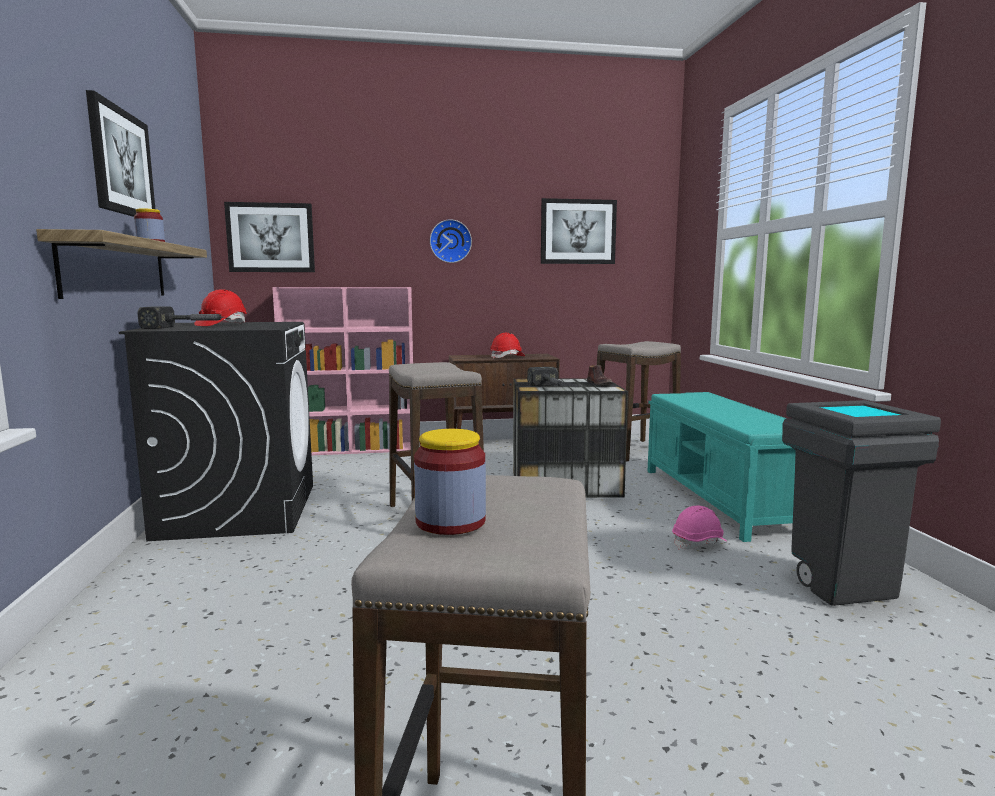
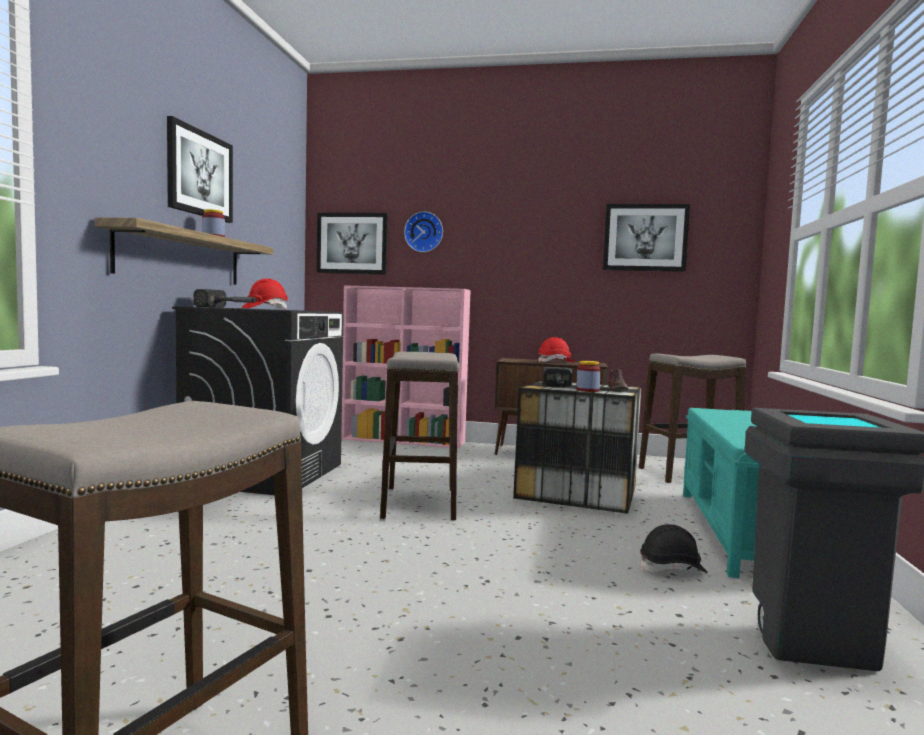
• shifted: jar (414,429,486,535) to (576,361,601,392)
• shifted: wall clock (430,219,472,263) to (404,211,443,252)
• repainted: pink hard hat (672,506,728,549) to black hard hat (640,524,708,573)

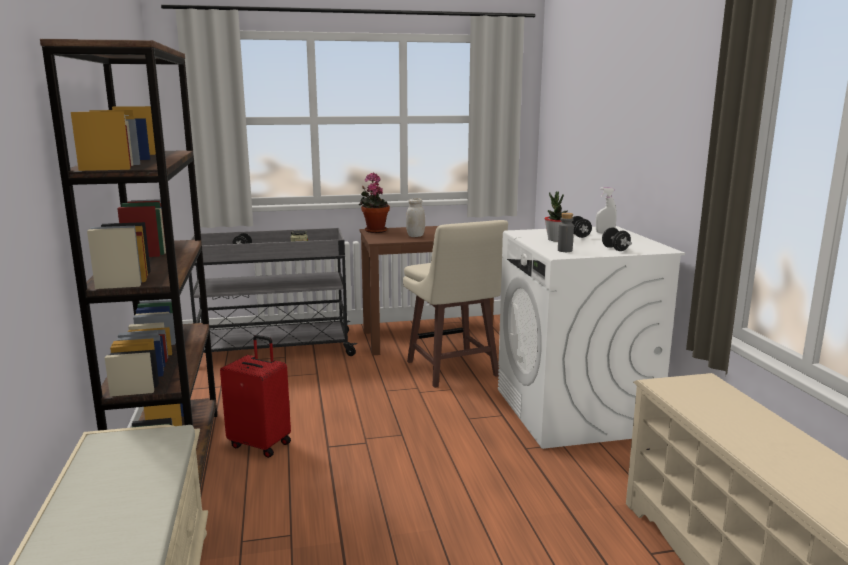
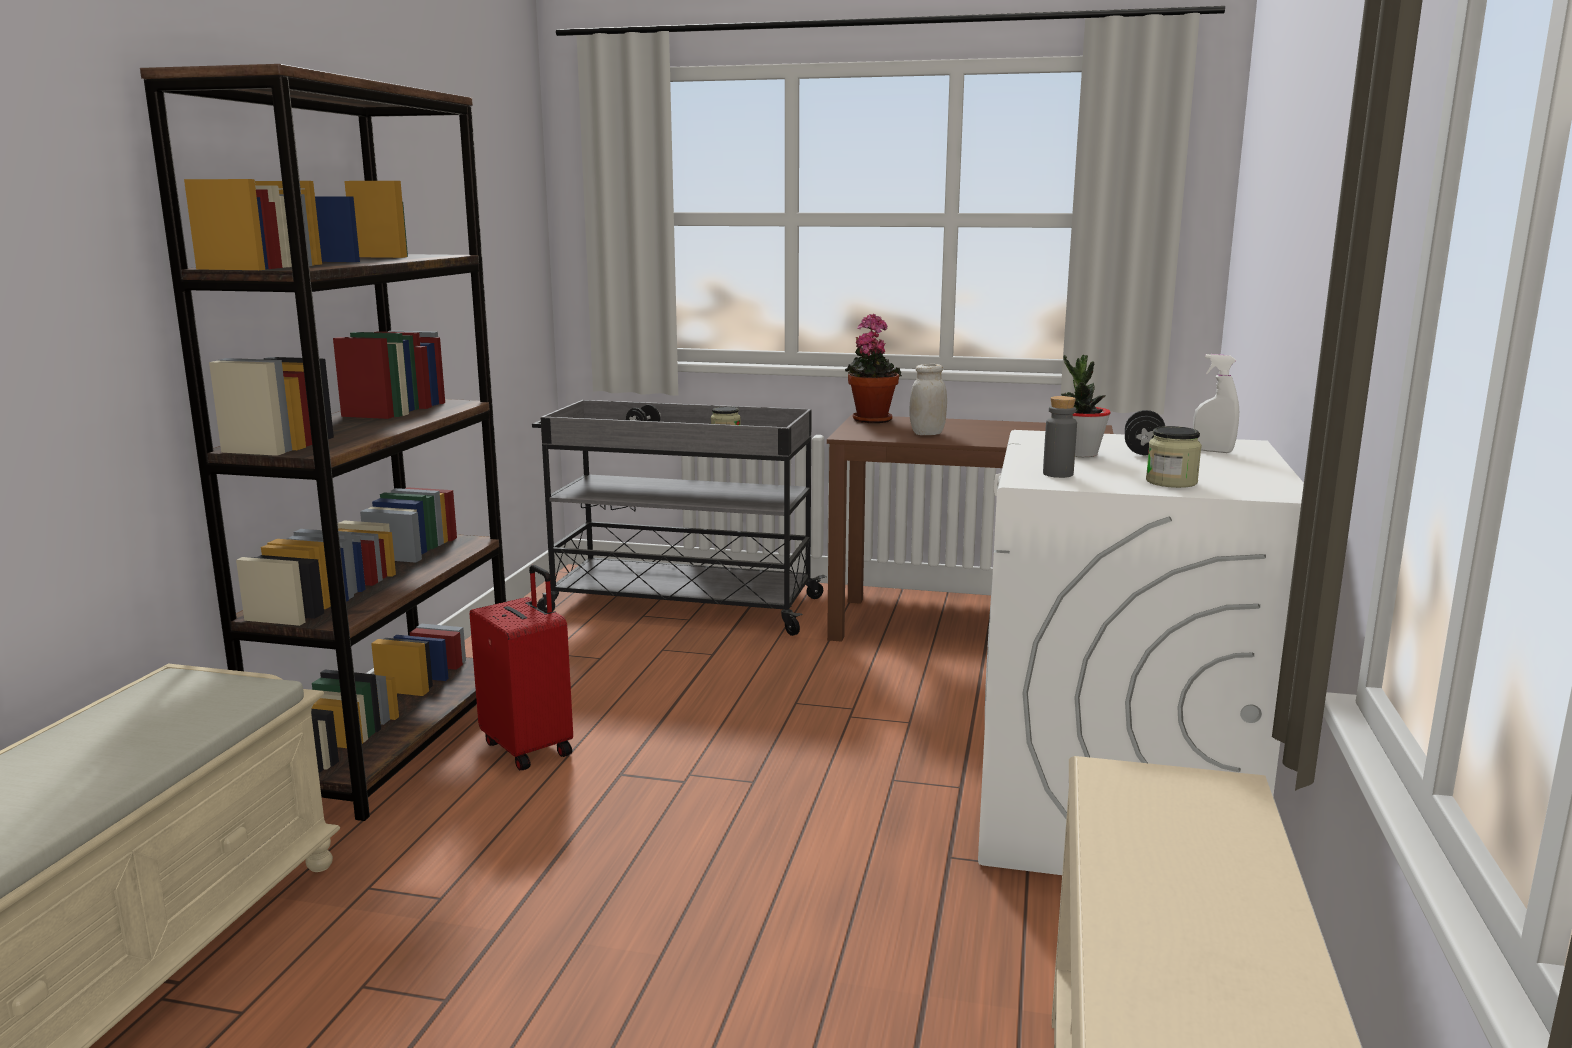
• gone: beige stool (403,220,508,388)
• swapped: black dumbbell (602,227,632,251) to jar (1146,426,1202,488)

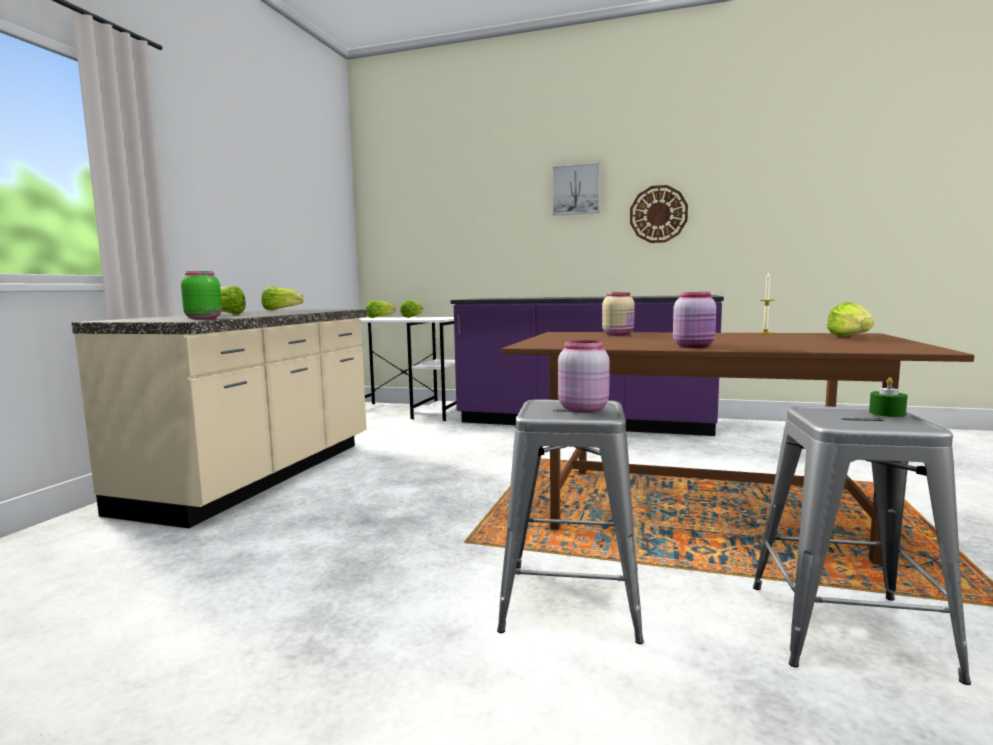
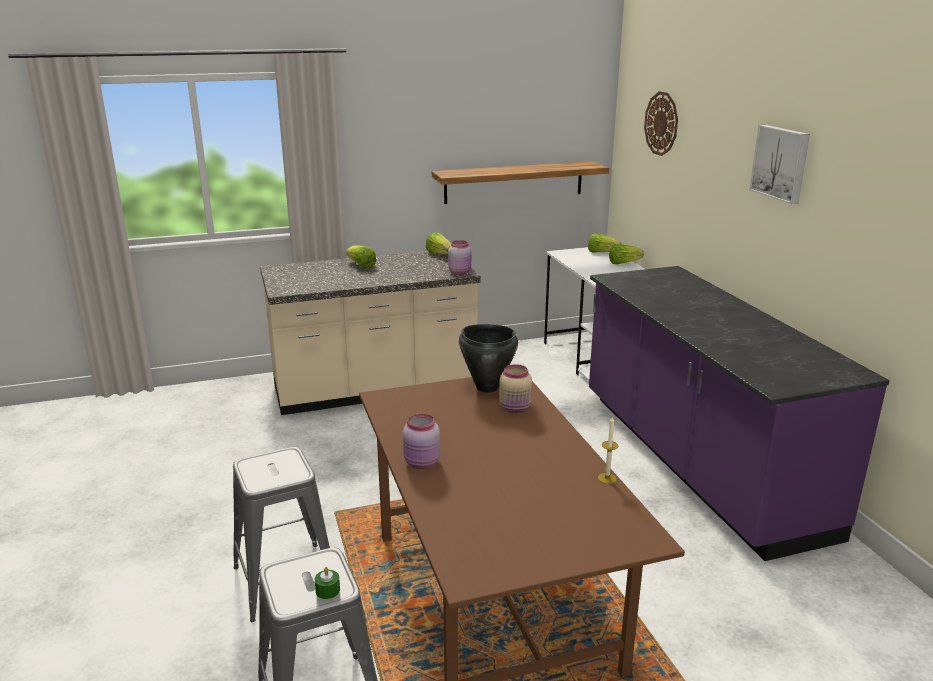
• gone: green jar (181,271,222,319)
• gone: lettuce (827,302,874,337)
• new: shelf (432,161,609,204)
• new: black cooking pot (459,324,518,393)
• shifted: pink jar (558,340,610,413) to (448,240,471,275)
• shifted: wall clock (630,185,688,243) to (644,91,678,156)

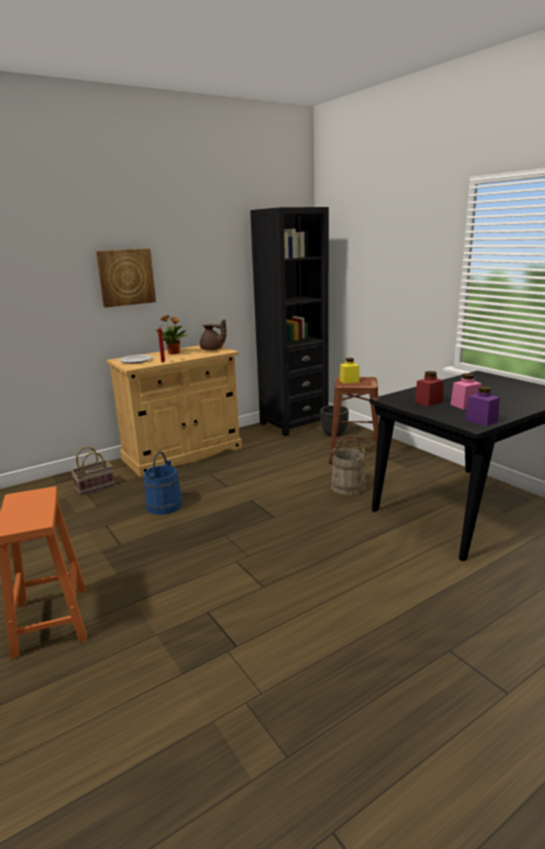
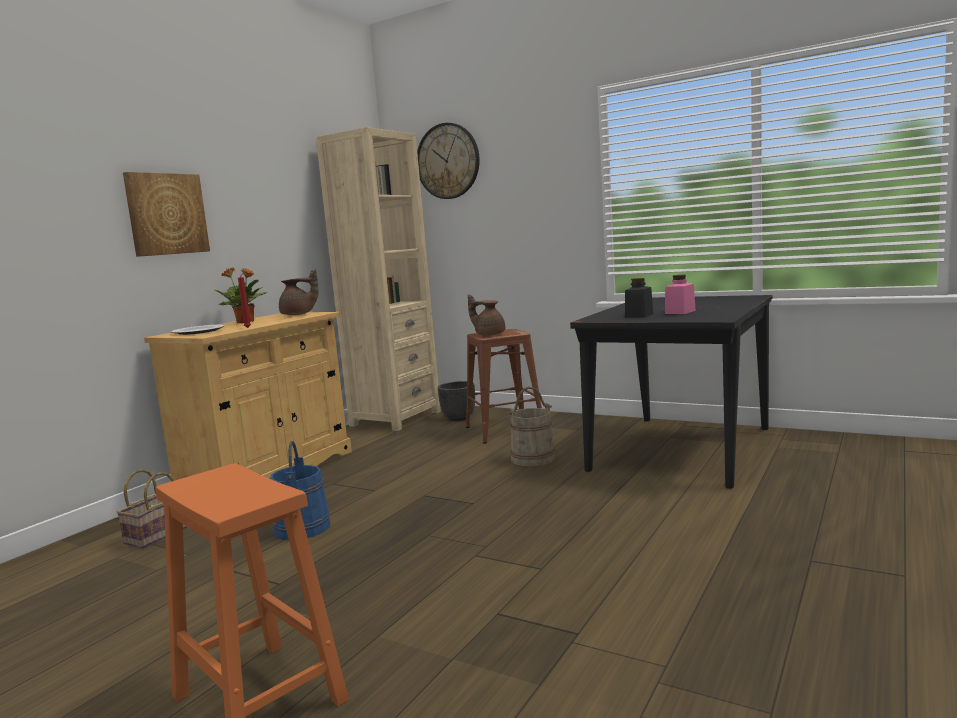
• gone: purple jar (465,386,500,426)
• new: wall clock (417,123,480,199)
• swapped: yellow jar (339,358,360,384) to brown teapot (468,294,506,335)
• repainted: black bookcase (250,207,329,436) to beige bookcase (316,127,441,431)
• repainted: red jar (415,371,444,407) to black jar (625,278,653,318)

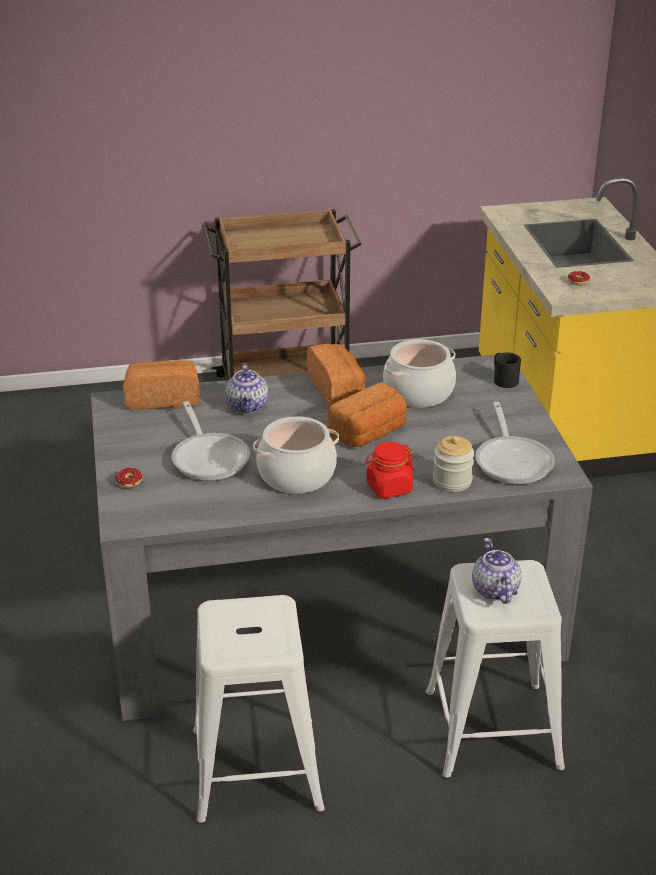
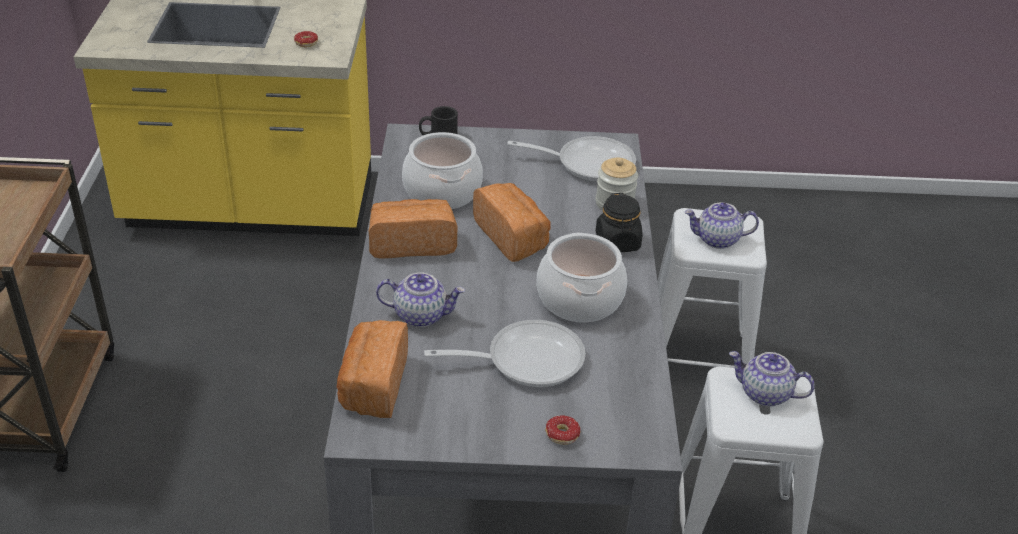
• new: teapot (729,351,815,407)
• repainted: red jar (364,442,415,499) to black jar (596,193,643,252)

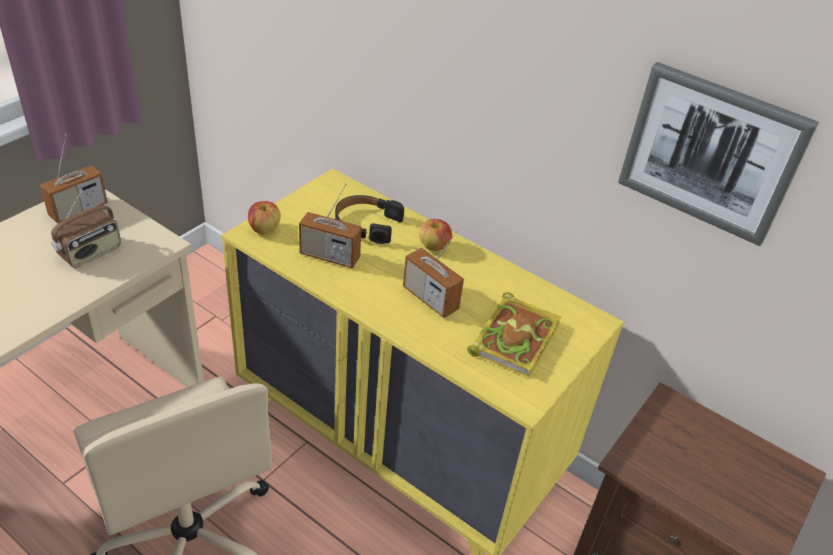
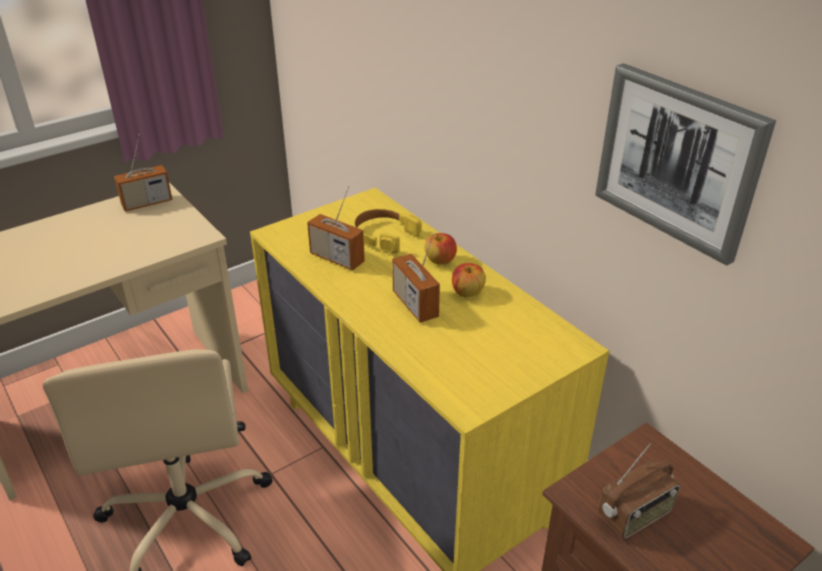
• gone: book (467,292,562,377)
• shifted: radio (51,190,121,268) to (598,444,680,539)
• shifted: apple (248,201,281,234) to (452,263,486,297)
• repainted: black headphones (335,195,404,244) to yellow headphones (354,209,422,253)

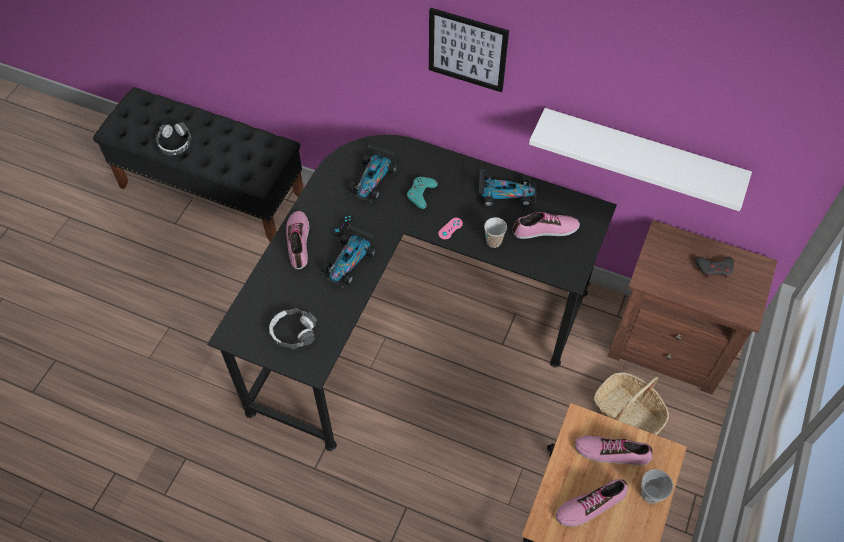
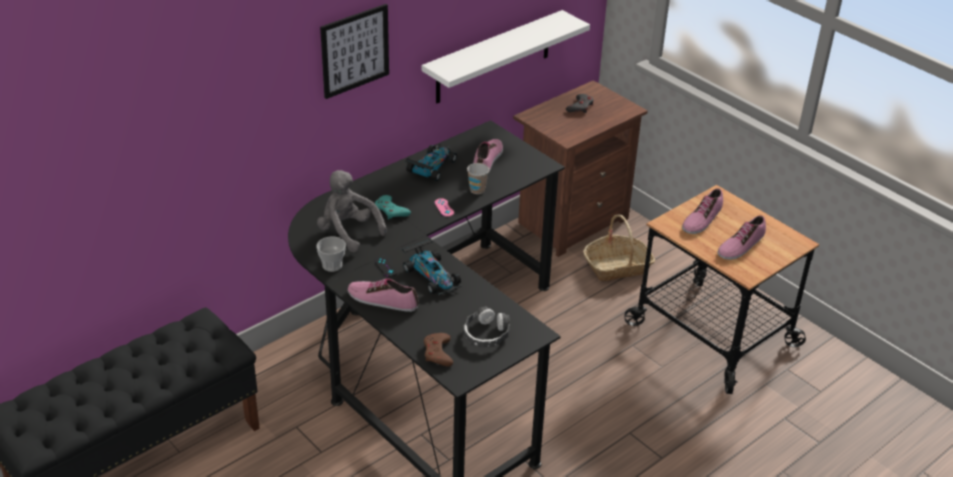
• gone: headphones (155,122,192,156)
• new: brown game controller (424,333,453,367)
• shifted: cup (641,469,673,504) to (316,237,346,272)
• swapped: toy car (349,143,397,203) to grey plush toy (317,170,387,253)
• rotated: shoe (556,479,628,526) = (718,216,766,260) 45 degrees clockwise

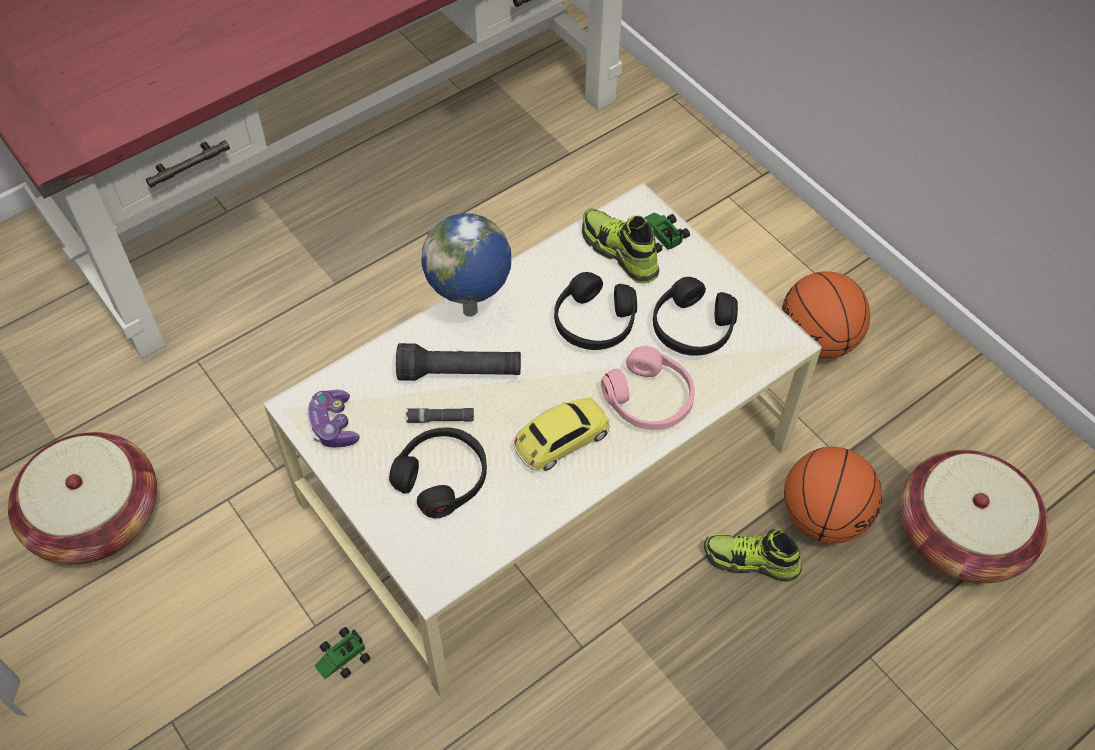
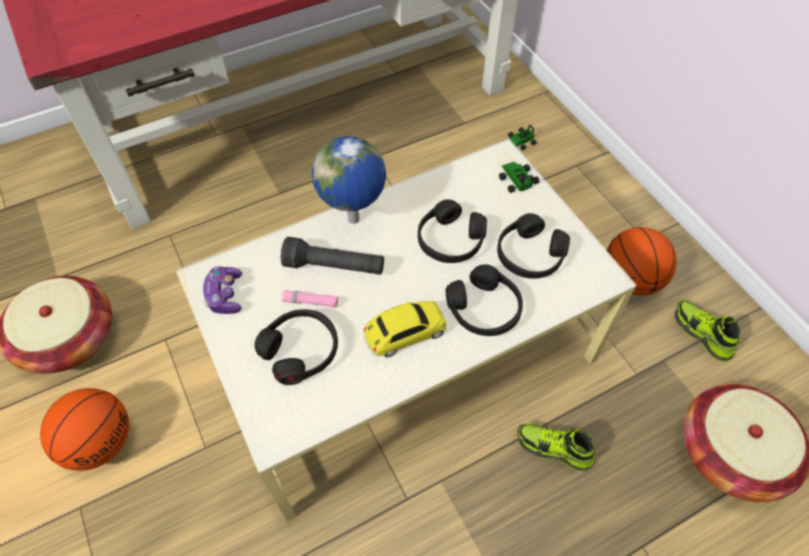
• shifted: toy car (315,627,370,679) to (508,125,537,150)
• shifted: shoe (582,208,659,284) to (674,300,740,362)
• shifted: basketball (784,447,882,544) to (40,388,129,471)
• repainted: black flashlight (406,408,474,423) to pink flashlight (282,290,338,307)
• repainted: pink headphones (601,346,695,430) to black headphones (446,264,523,336)

